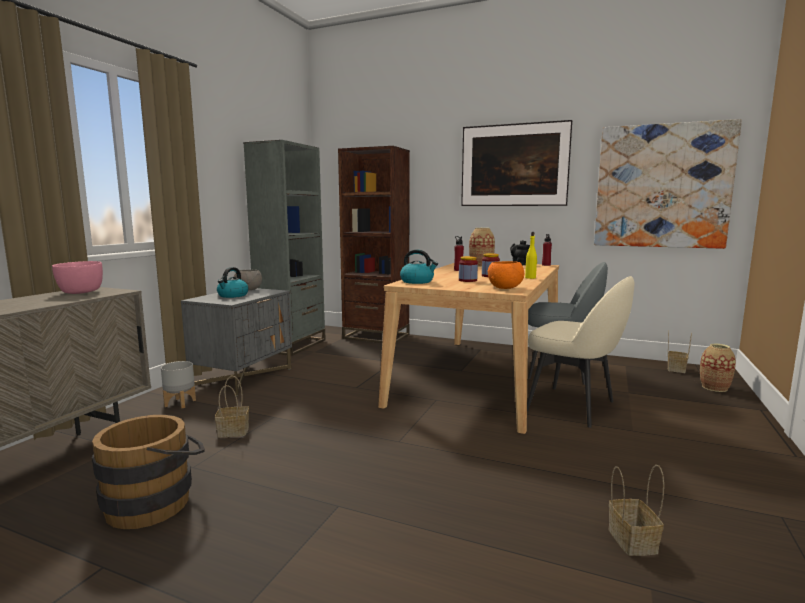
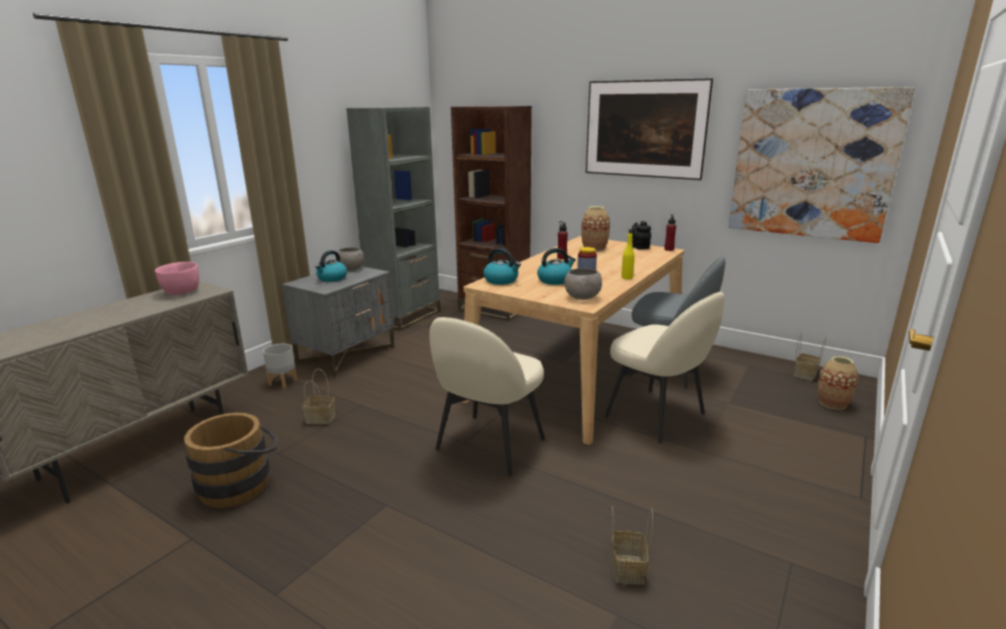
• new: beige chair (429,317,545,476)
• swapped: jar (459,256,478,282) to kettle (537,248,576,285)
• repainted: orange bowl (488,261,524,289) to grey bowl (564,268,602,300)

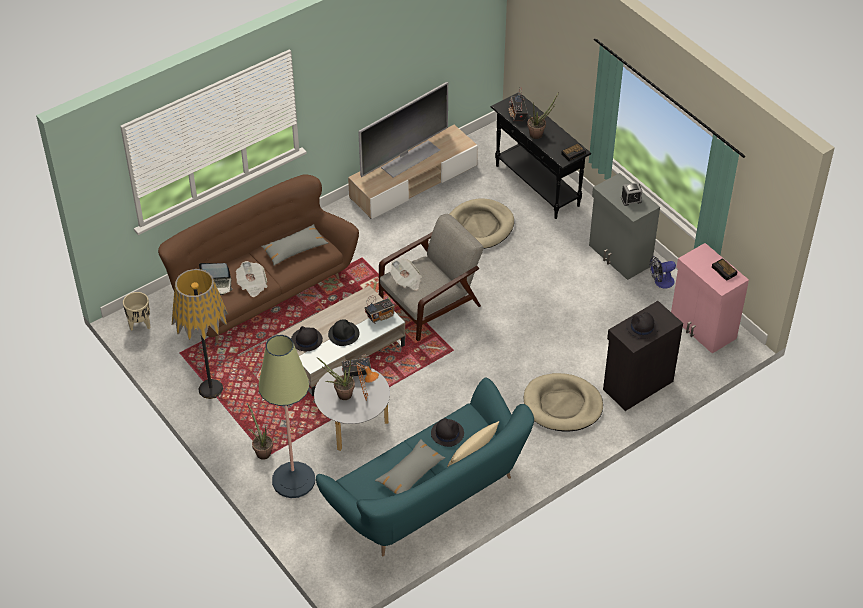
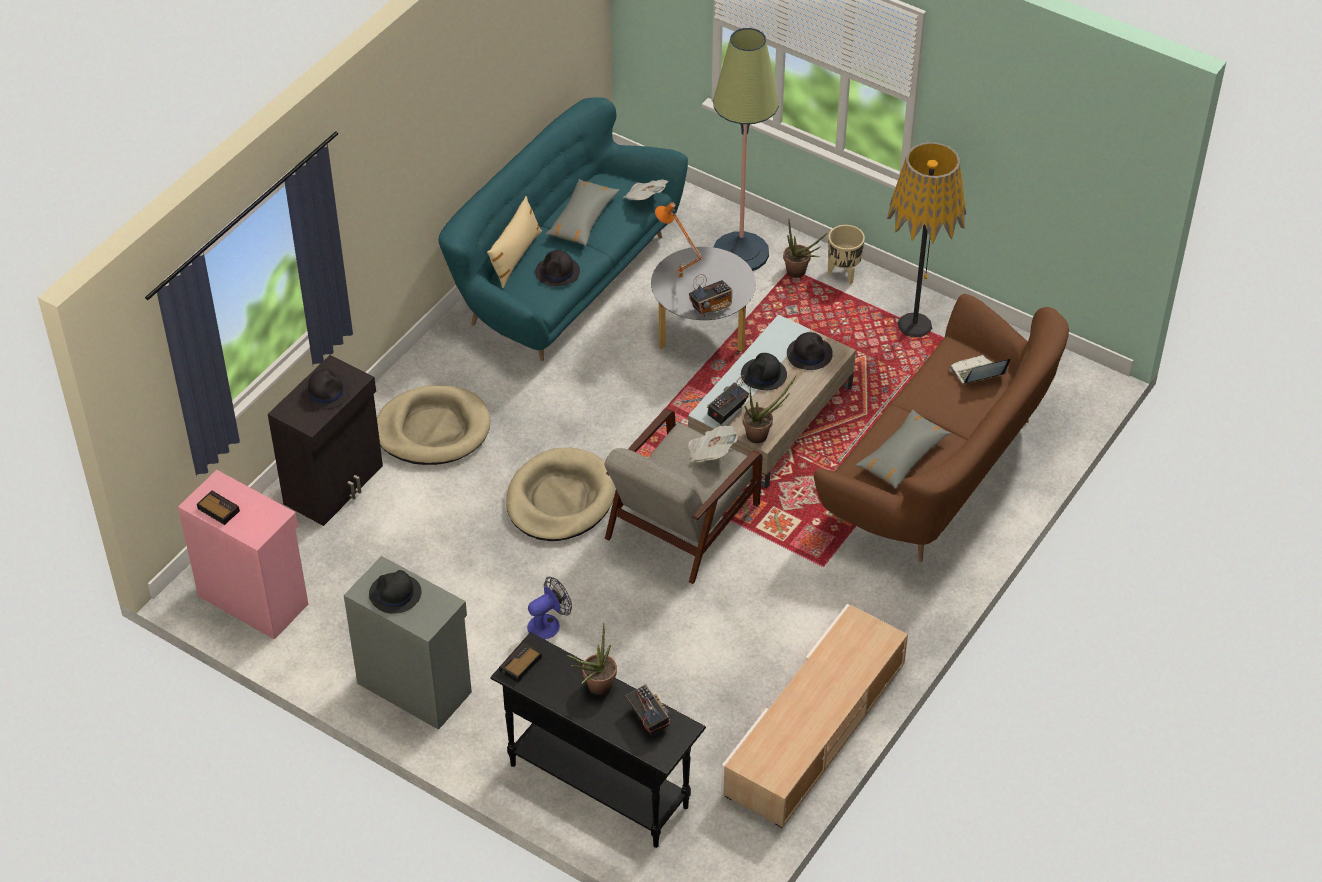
• gone: television (358,82,448,178)
• shifted: beige planter (123,292,151,331) to (828,225,865,284)
• shifted: newspaper (236,261,268,297) to (623,179,669,200)
• shifted: potted plant (317,357,355,400) to (743,376,796,443)
• shifted: beige dog bed (450,198,514,249) to (506,448,615,541)
• shifted: fan (650,256,676,288) to (527,577,572,640)
• swapped: alarm clock (621,182,642,206) to black hat (369,570,421,614)

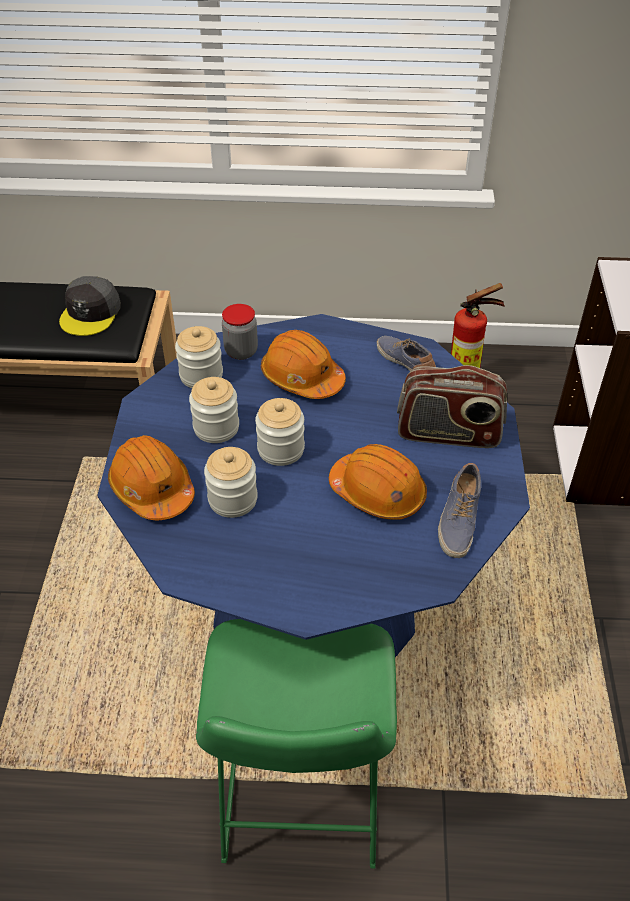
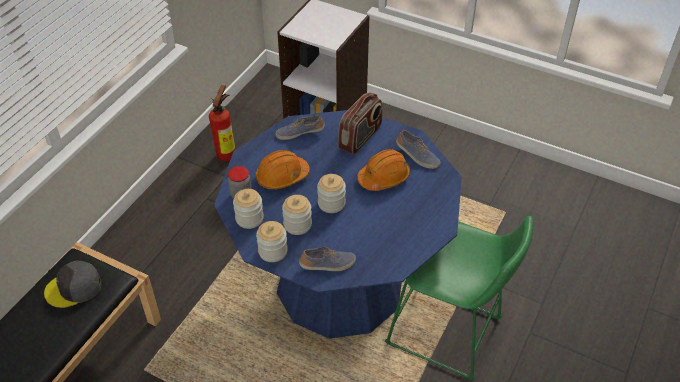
• shifted: jar (204,447,258,518) to (256,221,288,262)
• swapped: orange hard hat (108,435,195,520) to shoe (299,246,356,271)
• rotated: grey cap (59,276,121,336) = (44,261,101,308) 120 degrees clockwise

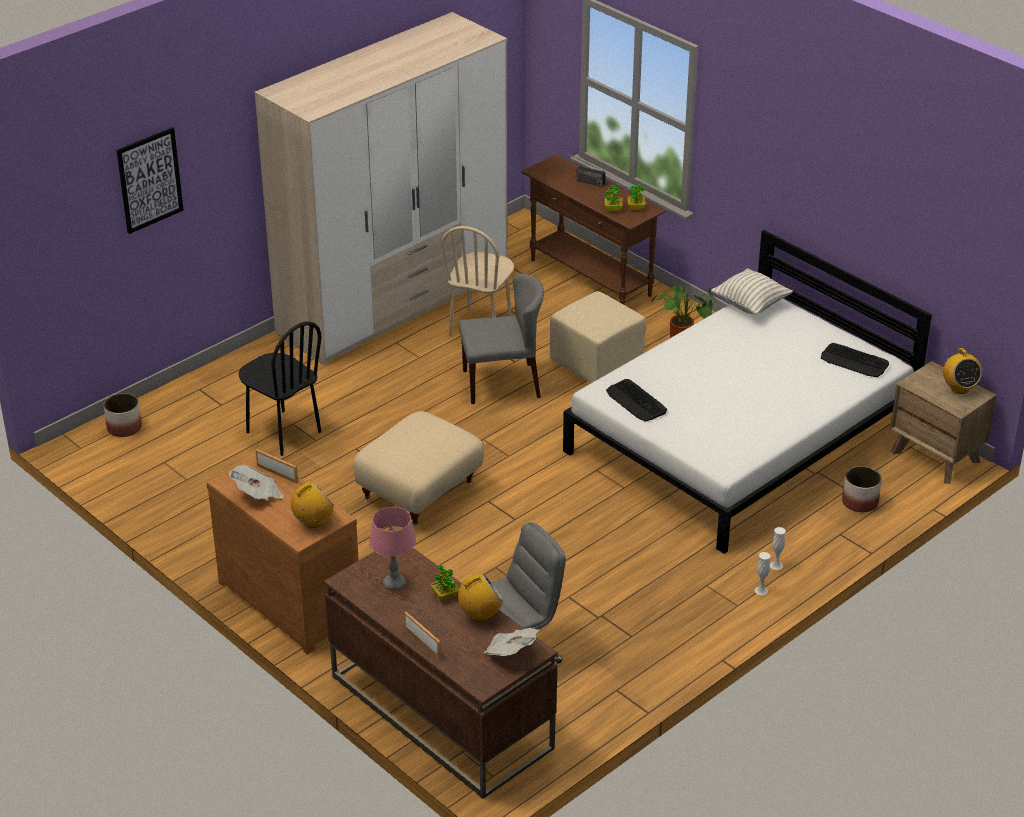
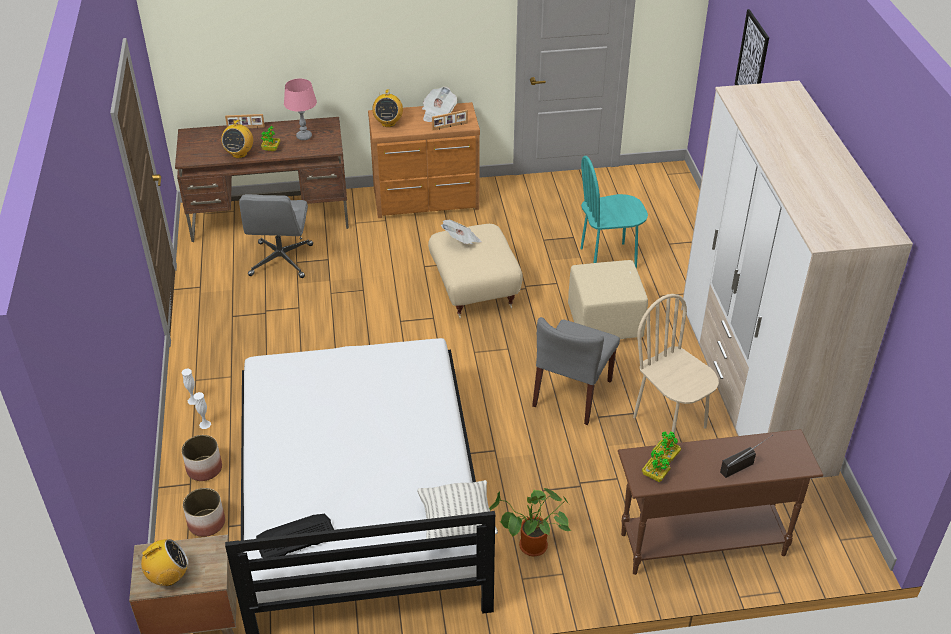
• gone: keyboard (606,379,667,421)
• shifted: planter (104,393,142,437) to (182,435,222,481)
• shifted: newspaper (484,628,539,656) to (441,220,482,245)
• shifted: beige ottoman (549,291,646,383) to (568,260,648,339)
• repainted: black chair (239,321,322,456) to turquoise chair (580,156,648,269)
• rotated: radio (943,348,982,394) = (140,539,188,586) 135 degrees clockwise

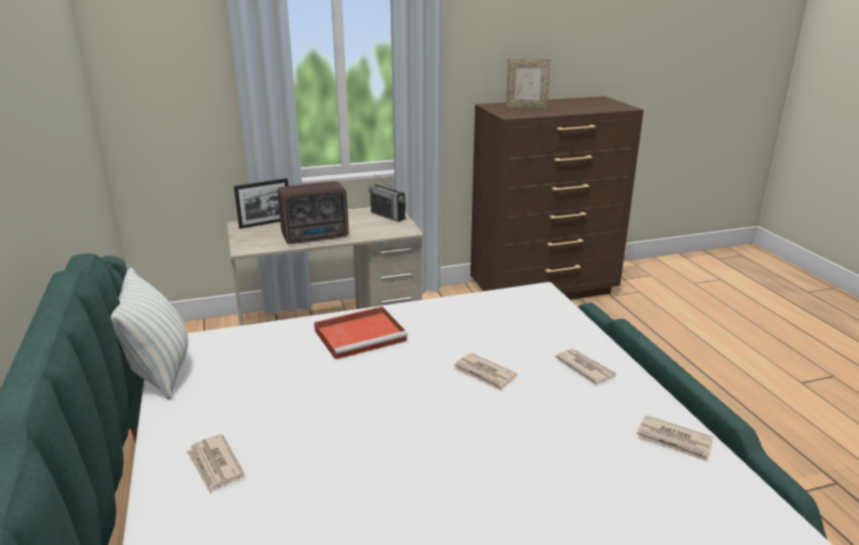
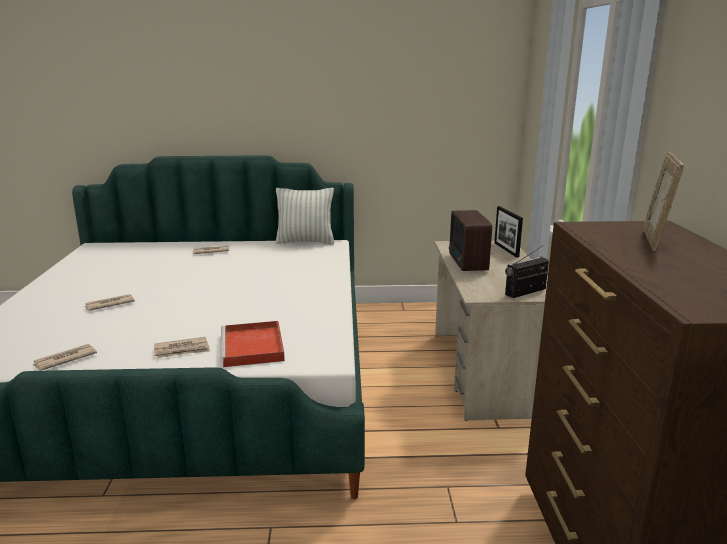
• shifted: red tray (314,306,408,360) to (220,321,285,367)
• shifted: newspaper (453,353,517,392) to (84,294,135,311)

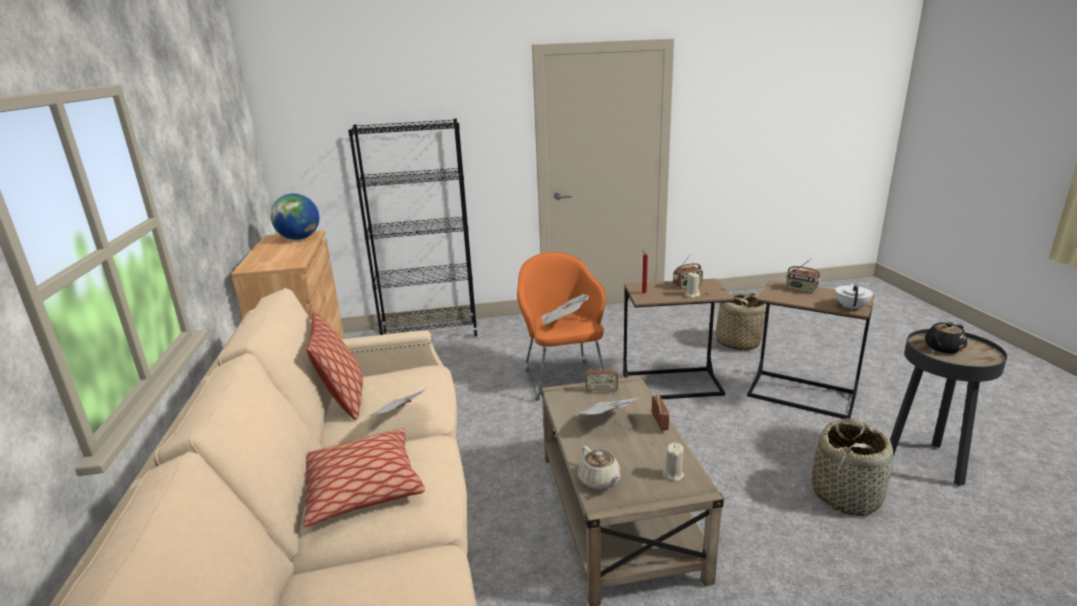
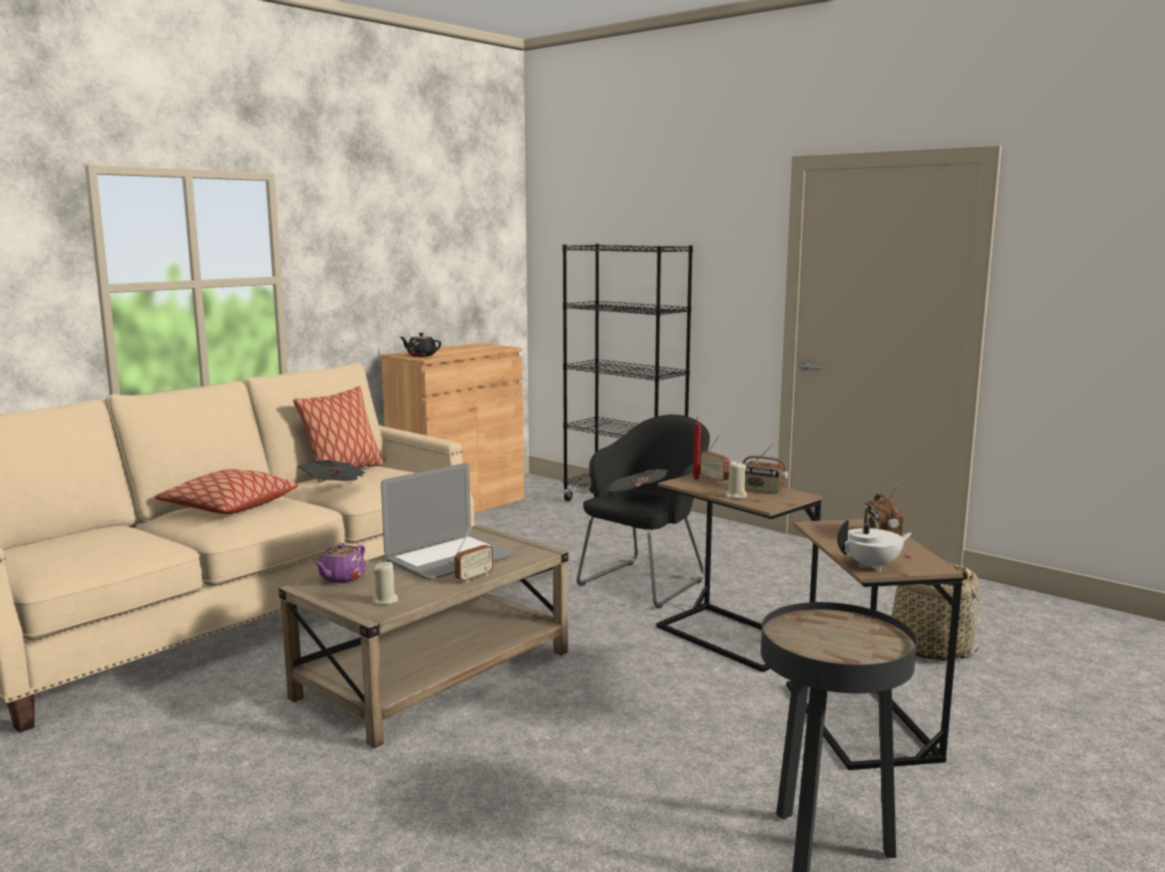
• gone: globe (270,193,319,240)
• gone: basket (812,419,894,516)
• shifted: radio (586,355,618,394) to (700,435,730,483)
• shifted: black teapot (925,322,967,353) to (400,333,441,357)
• swapped: newspaper (575,398,640,415) to laptop (381,463,516,580)
• repainted: orange armchair (517,252,606,401) to black armchair (577,415,710,609)
• repainted: beige teapot (578,446,621,490) to purple teapot (314,543,366,583)

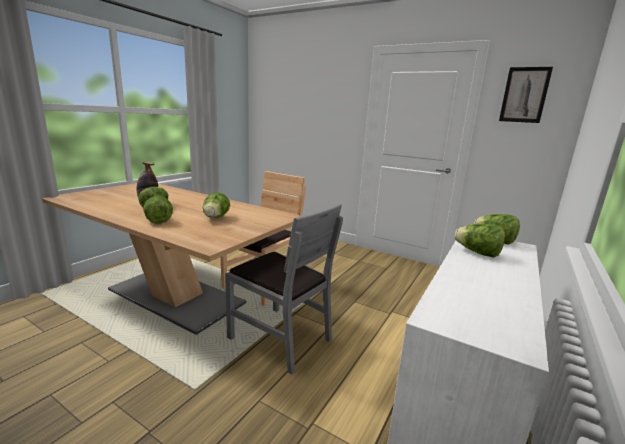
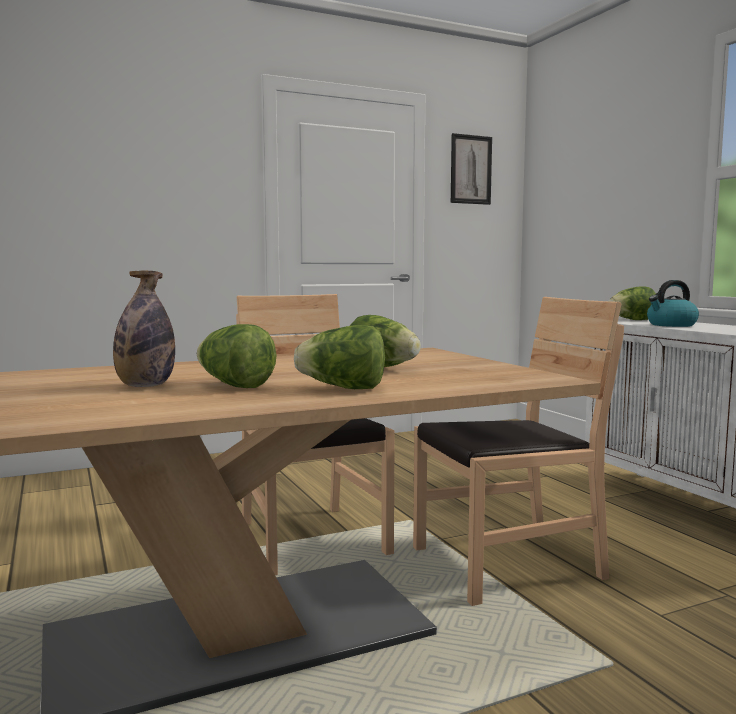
• swapped: lettuce (454,224,505,258) to kettle (647,280,699,327)
• repainted: grey chair (225,204,343,375) to brown chair (413,297,624,606)

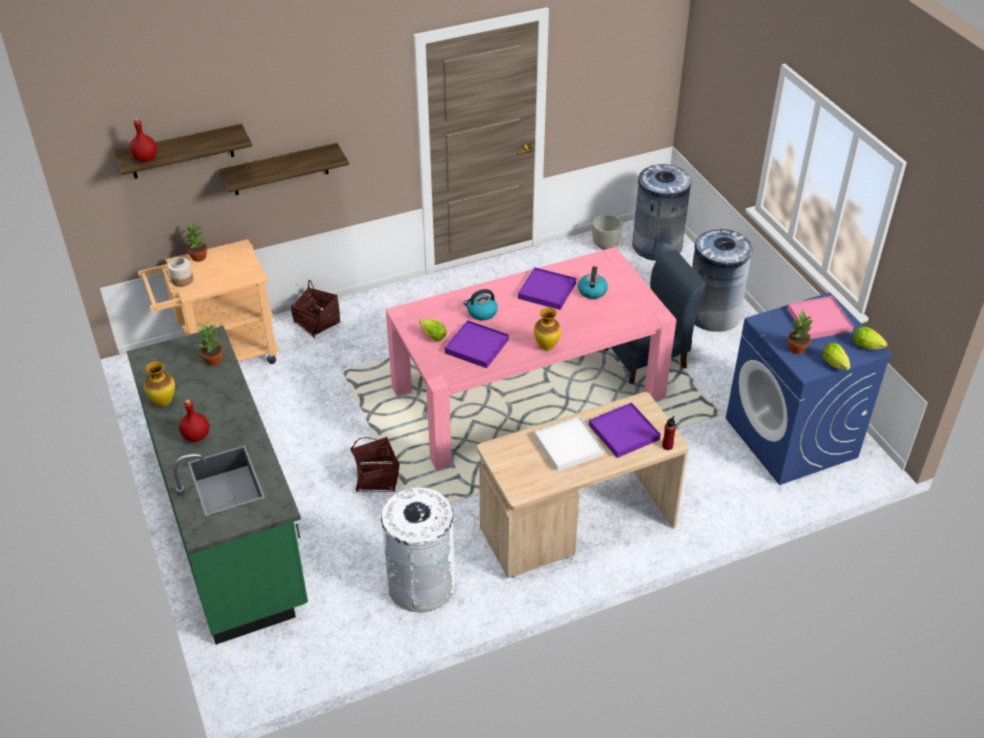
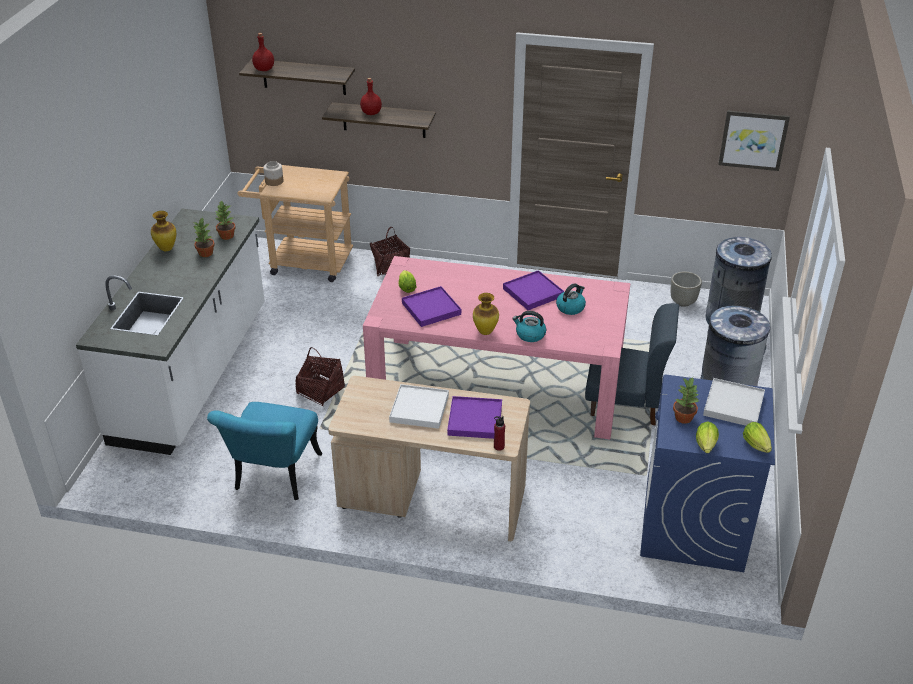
• new: picture (718,110,790,171)
• shifted: red bottle (179,399,209,442) to (360,78,382,115)
• shifted: potted plant (185,222,208,262) to (194,217,215,257)
• shifted: kettle (463,289,498,320) to (512,311,546,342)
• swapped: white trash can (381,487,455,612) to turquoise chair (207,402,323,500)
• repainted: green counter (126,326,308,645) to white counter (76,209,265,455)
• repainted: pink tray (787,296,854,339) to white tray (703,378,765,426)

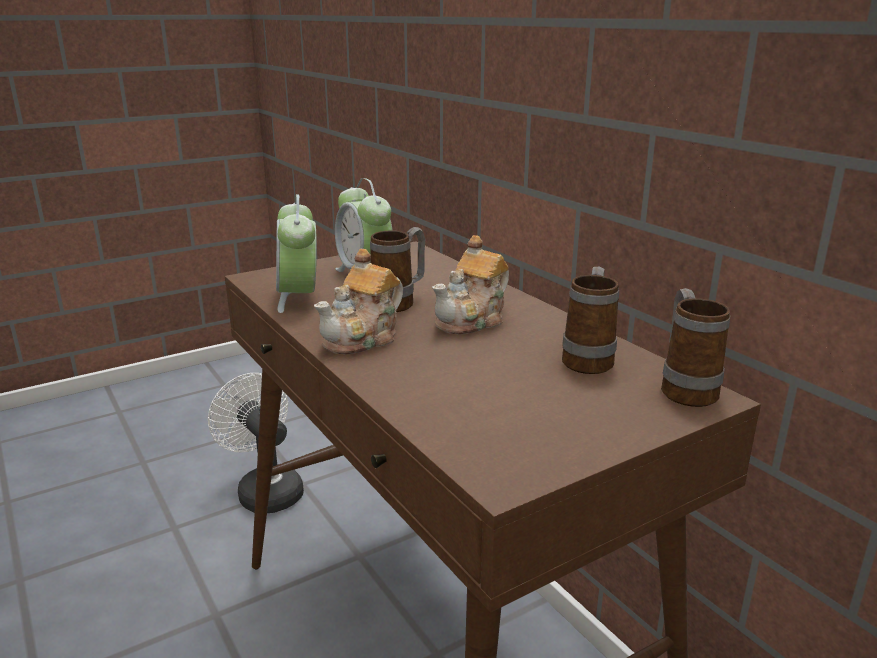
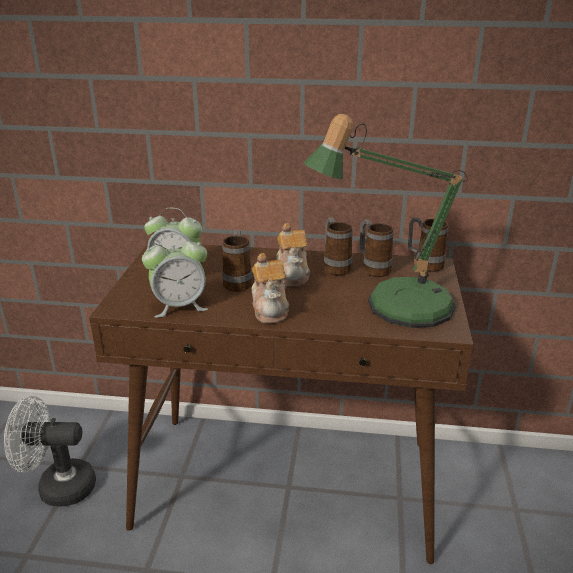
• new: table lamp (304,114,468,328)
• new: mug (324,217,353,276)
• rotated: alarm clock (276,194,317,313) = (142,233,208,318) 45 degrees counterclockwise

